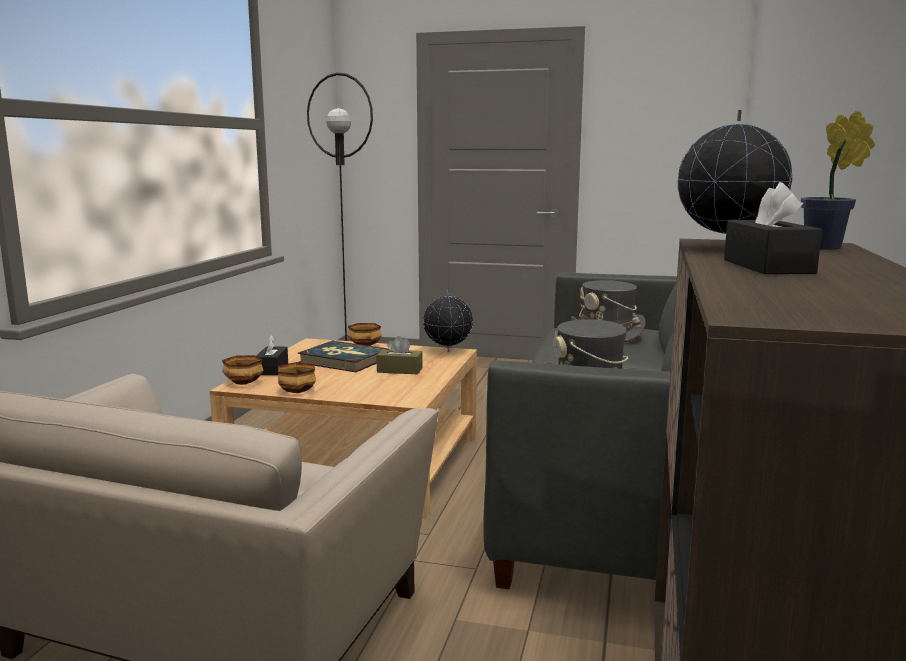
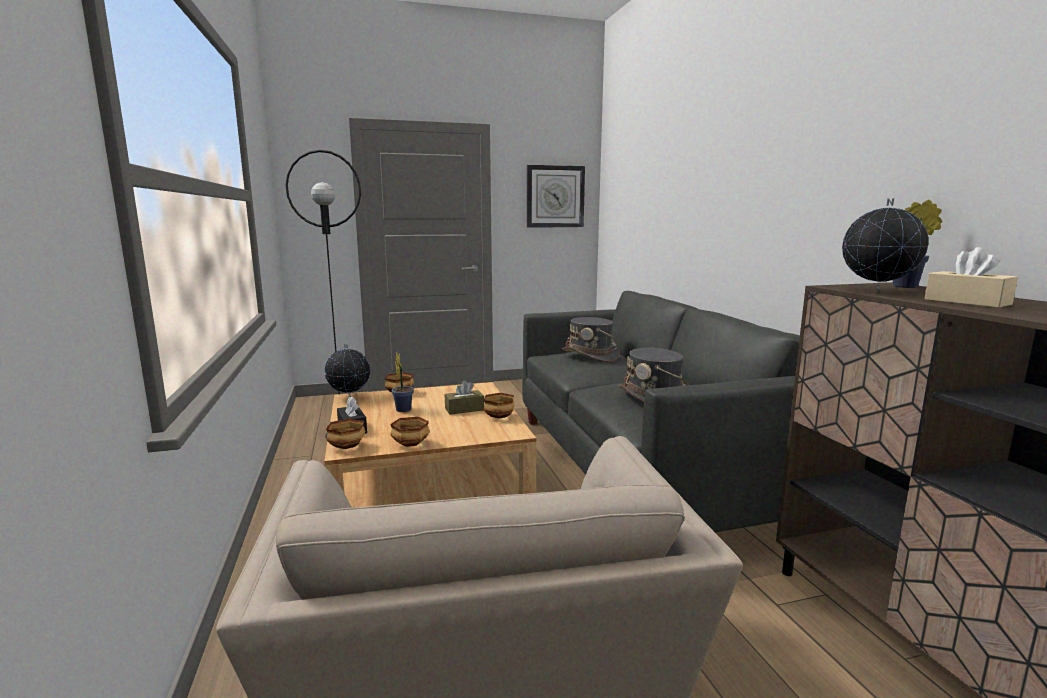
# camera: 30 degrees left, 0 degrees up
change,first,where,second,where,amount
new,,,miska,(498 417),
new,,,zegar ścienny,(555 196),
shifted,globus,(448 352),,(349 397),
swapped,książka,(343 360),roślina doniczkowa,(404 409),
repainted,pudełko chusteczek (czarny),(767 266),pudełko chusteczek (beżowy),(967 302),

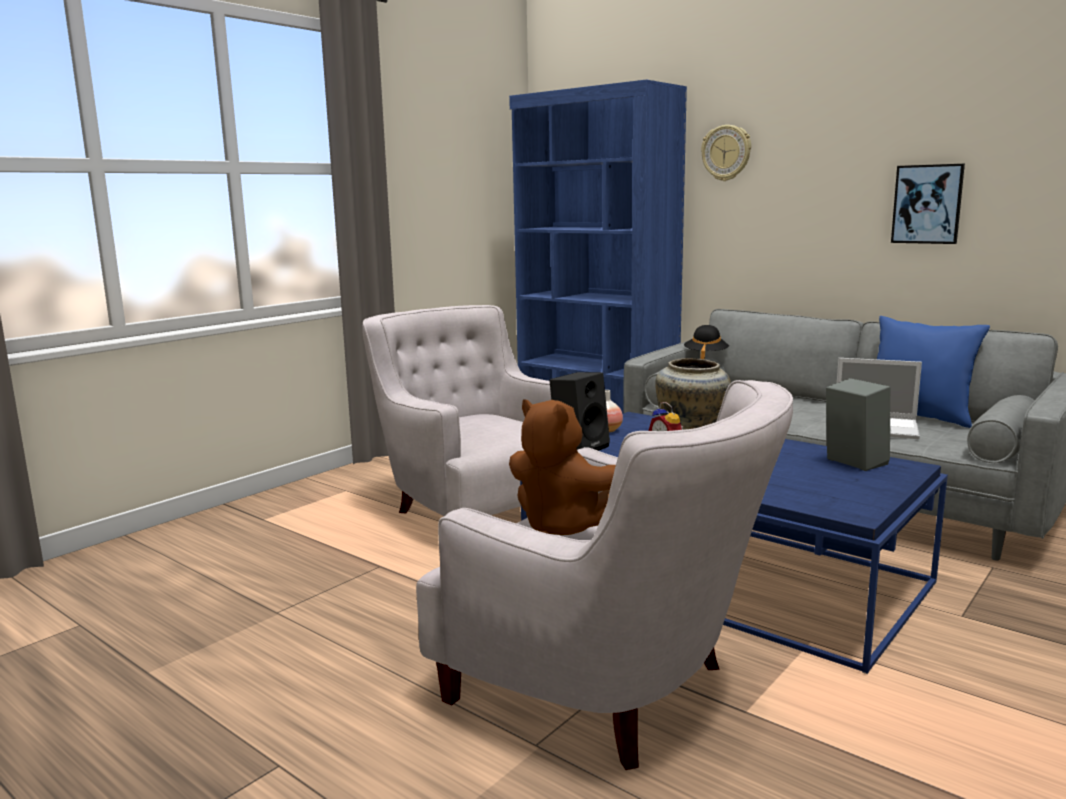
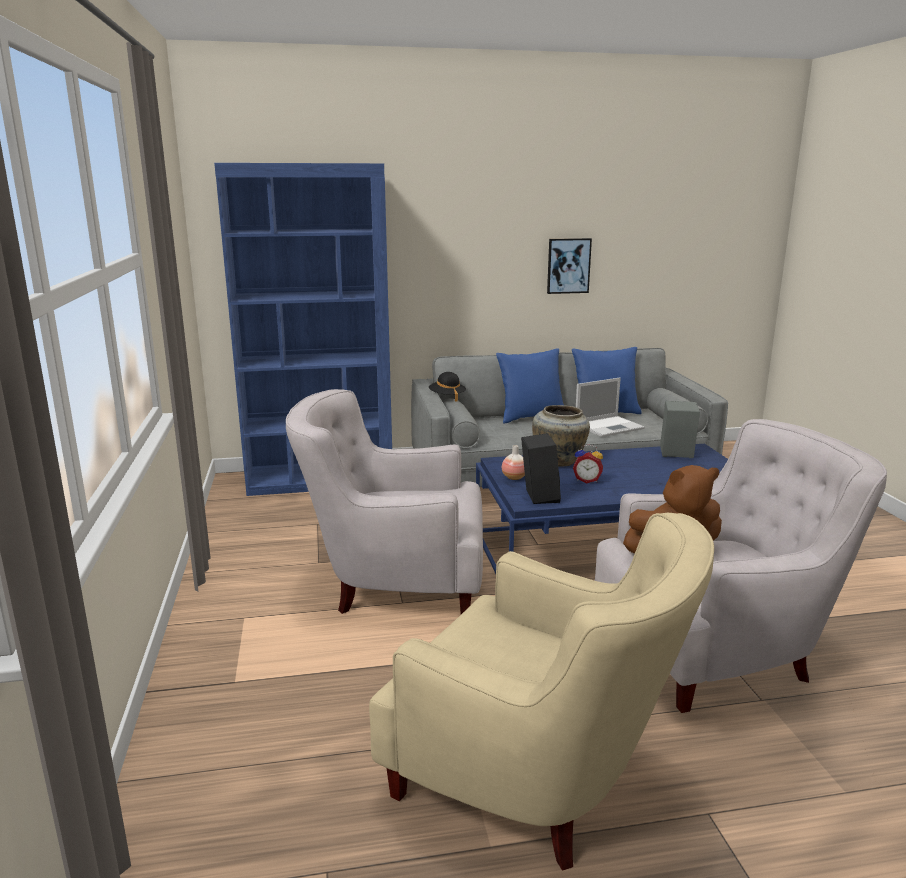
# camera: 50 degrees left, 5 degrees up
change,first,where,second,where,amount
gone,zegar ścienny,(726 153),,,
new,,,fotel (beżowy),(537 777),
new,,,poduszka (niebieski),(531 417),

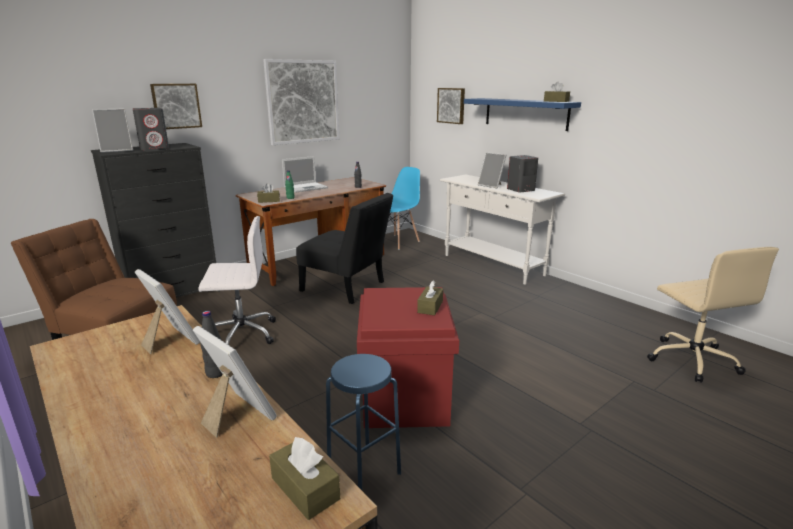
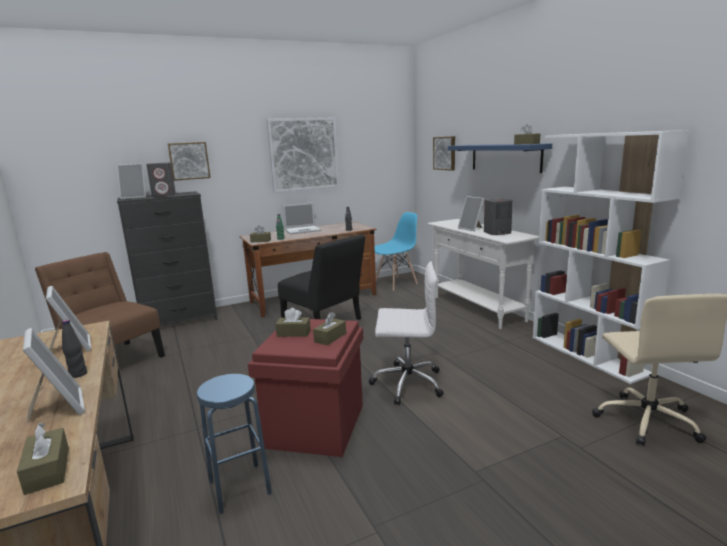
# camera: 15 degrees right, 5 degrees down
change,first,where,second,where,amount
new,,,pudełko chusteczek (brązowy),(293 333),
new,,,regał (biały),(588 355),
shifted,krzesło biurowe (biały),(241 334),,(406 383),

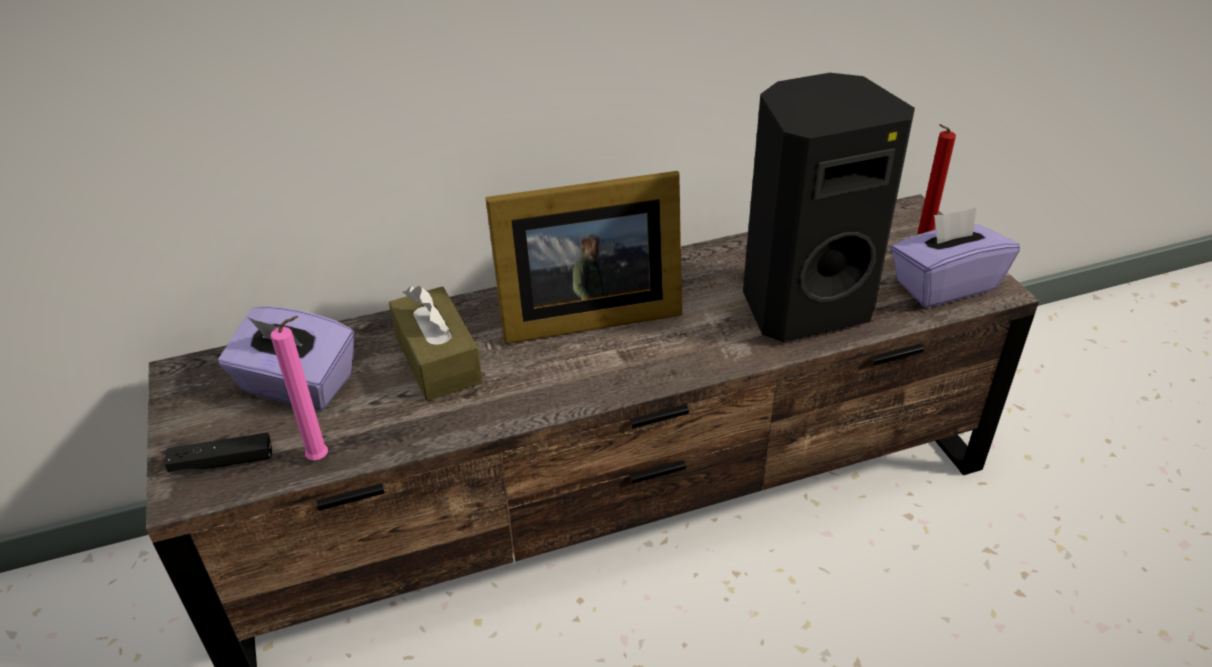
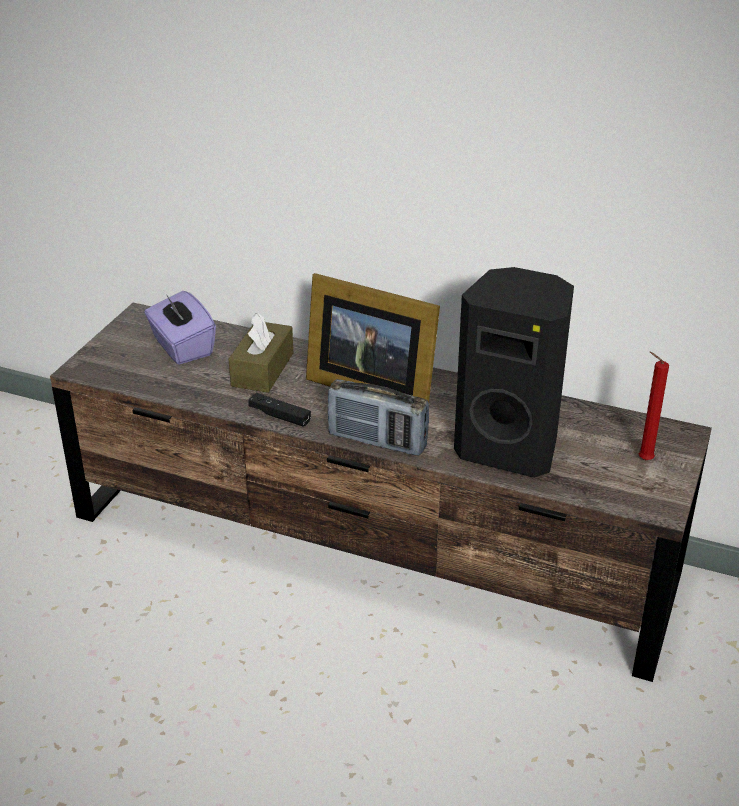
# camera: 40 degrees right, 5 degrees down
change,first,where,second,where,amount
gone,świeca (różowy),(322 458),,,
gone,pudełko chusteczek (fioletowy),(944 285),,,
new,,,radio,(377 441),
shifted,pad do gier (czarny),(222 462),,(279 416),

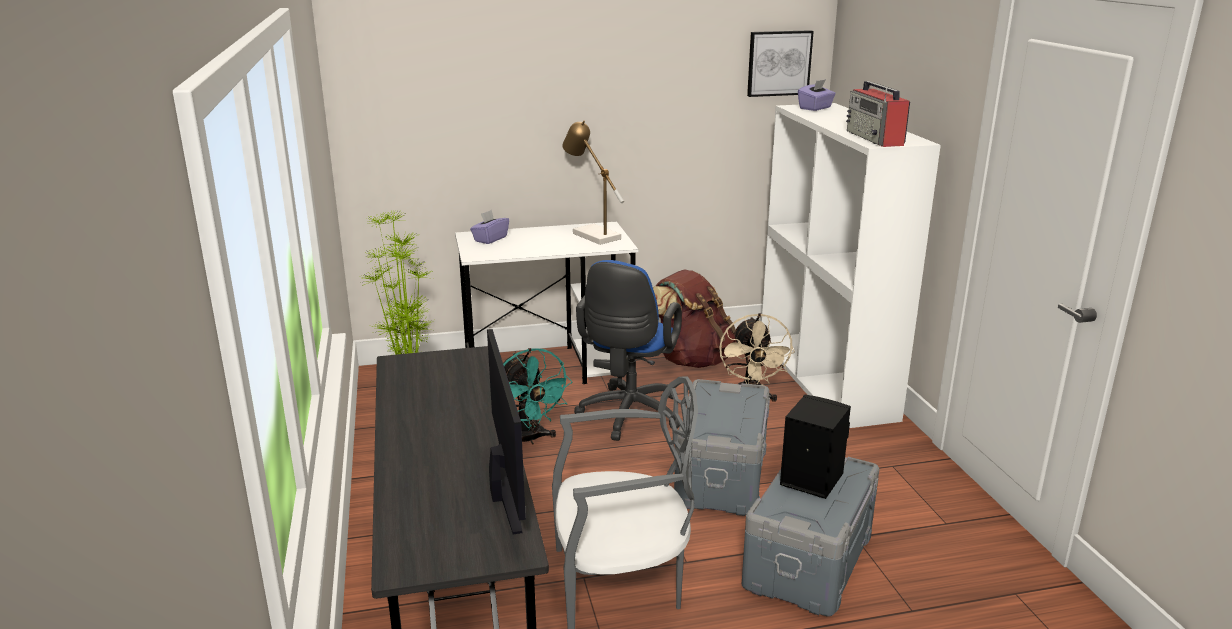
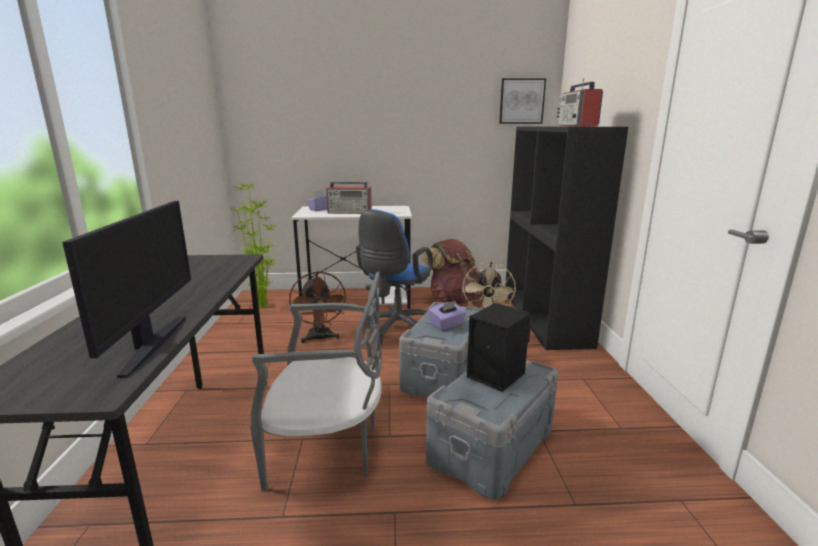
# camera: 10 degrees right, 5 degrees down
change,first,where,second,where,amount
gone,lampa stołowa,(591 235),,,
new,,,radio,(350 212),
shifted,pudełko chusteczek (fioletowy),(815 108),,(447 325),
repainted,wentylator (turkusowy),(529 440),wentylator (brązowy),(320 339),
repainted,regał (biały),(826 378),regał (czarny),(545 317),

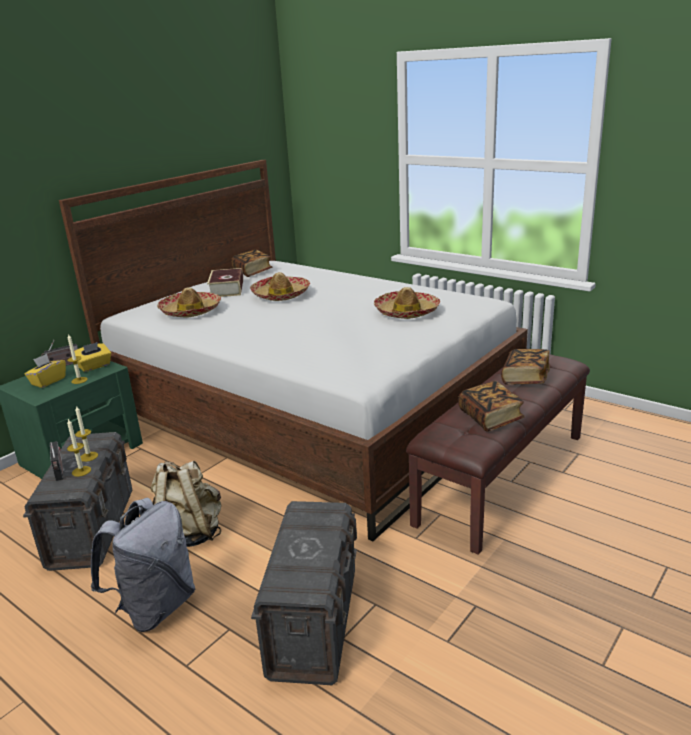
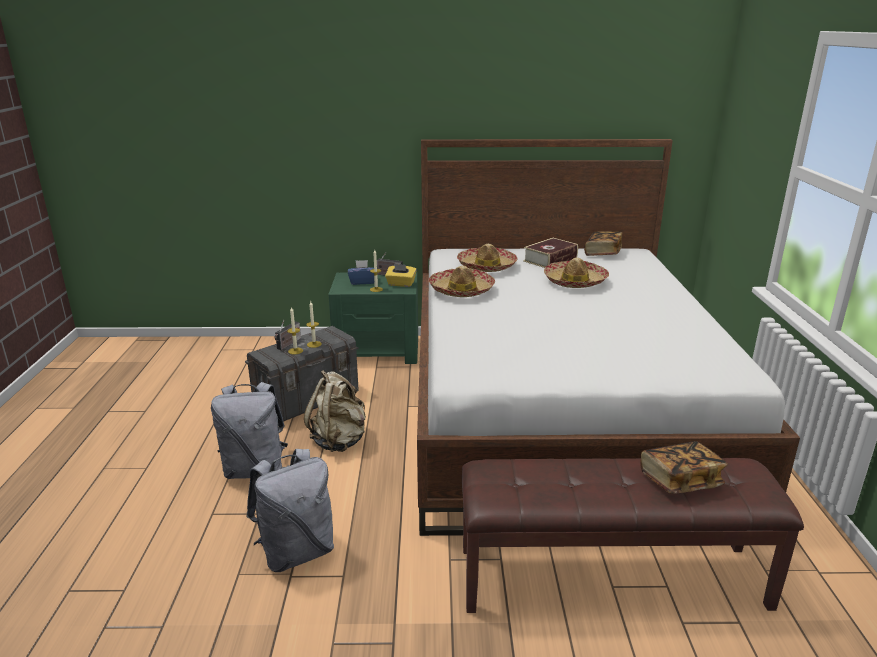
# camera: 50 degrees right, 0 degrees up
change,first,where,second,where,amount
gone,książka,(490 418),,,
shifted,kapelusz,(407 312),,(461 290),
swapped,pojemnik do przechowywania (szary),(314 622),plecak (szary),(296 552),
repainted,pudełko chusteczek (żółty),(48 381),pudełko chusteczek (niebieski),(362 282),

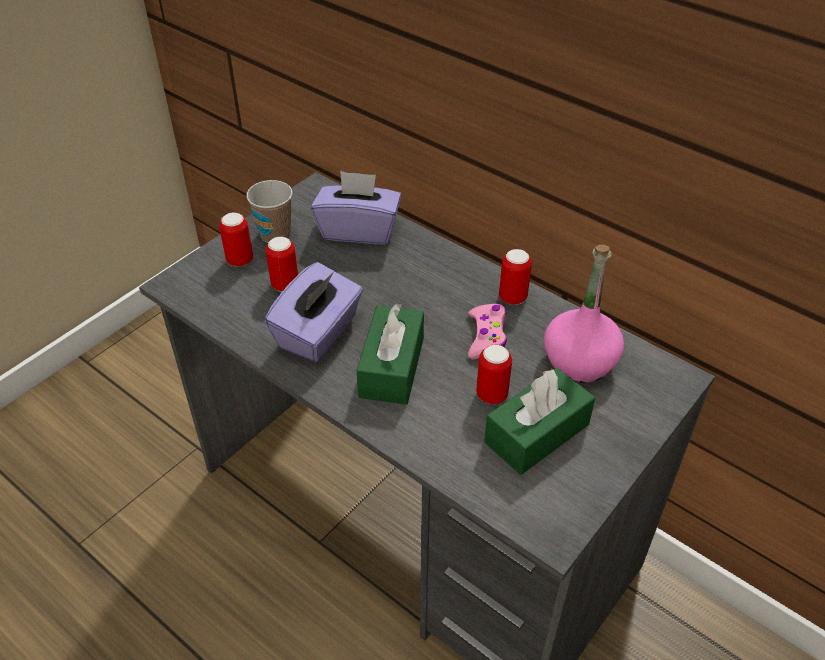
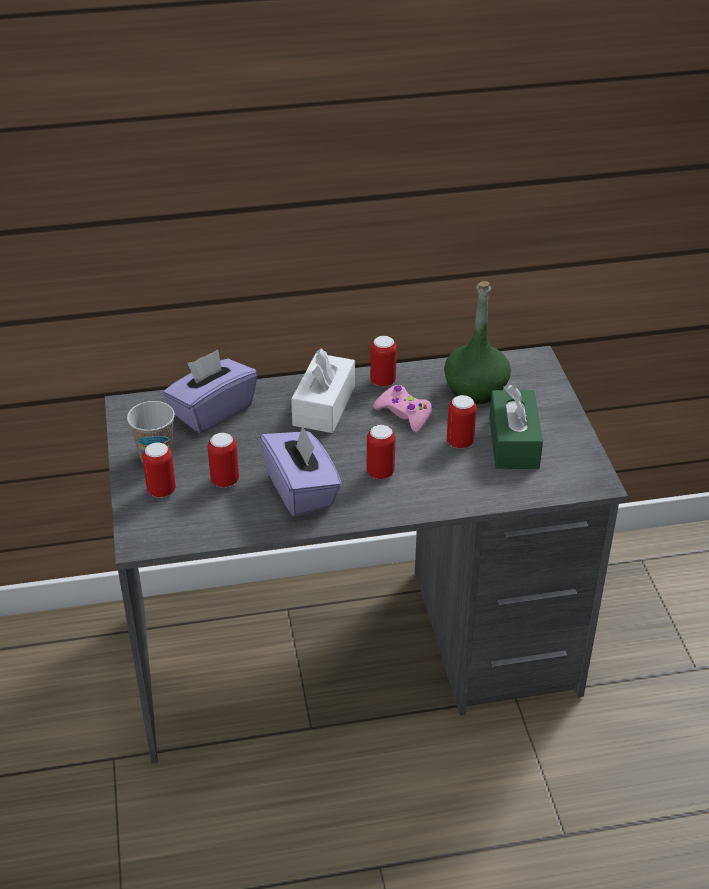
# camera: 50 degrees left, 5 degrees down
change,first,where,second,where,amount
new,,,pudełko chusteczek (biały),(324 406),
swapped,pudełko chusteczek (zielony),(392 367),puszka,(380 473),
repainted,butelka (różowy),(579 361),butelka (zielony),(475 389),

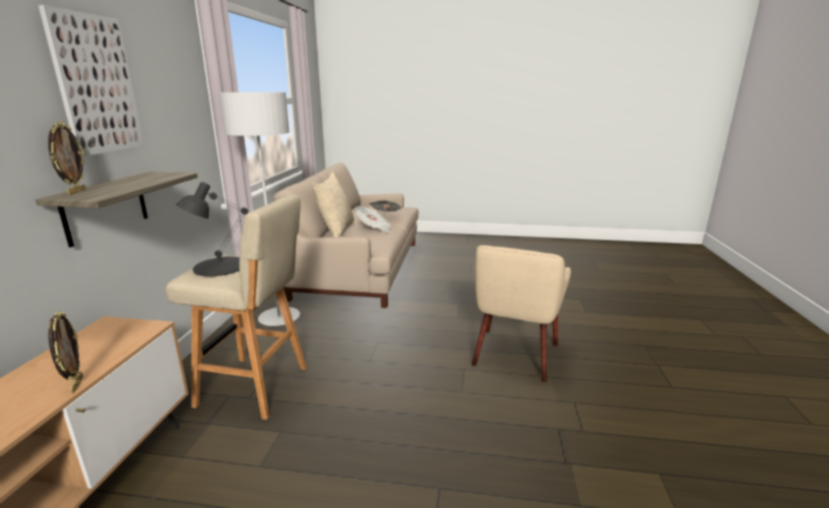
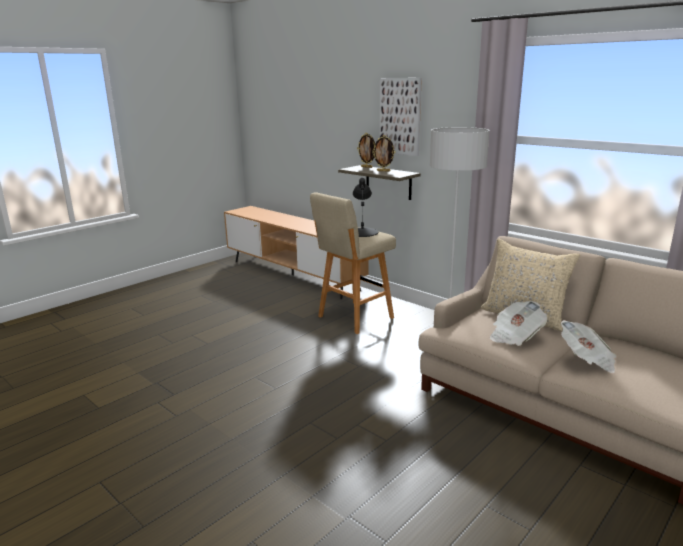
# camera: 125 degrees right, 0 degrees up
change,first,where,second,where,amount
gone,fotel (beżowy),(514 354),,,
shifted,ramka na zdjęcie,(76 384),,(383 171),

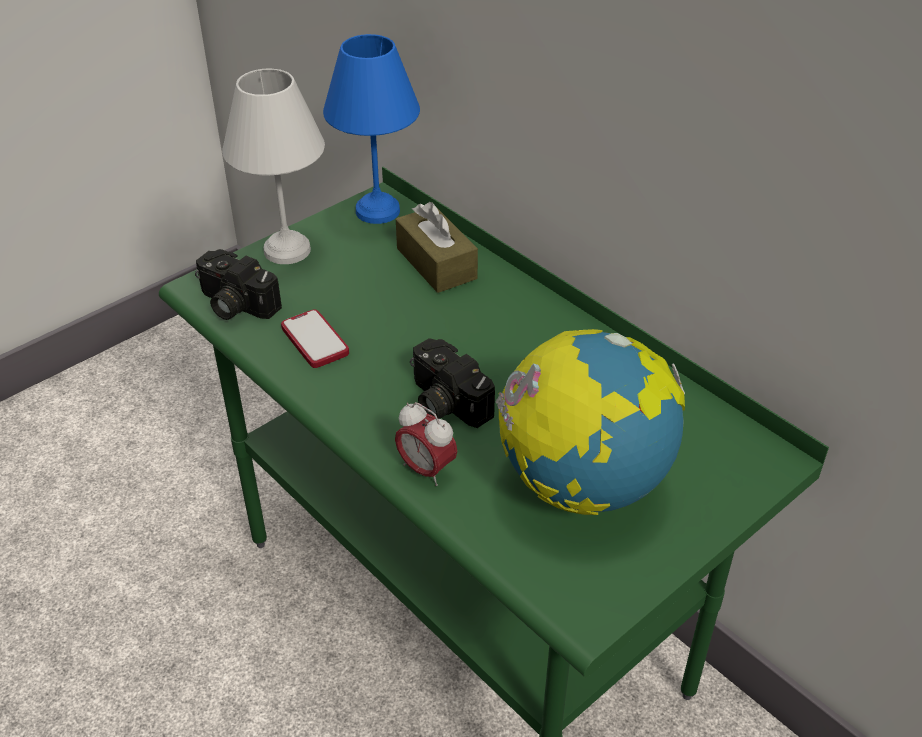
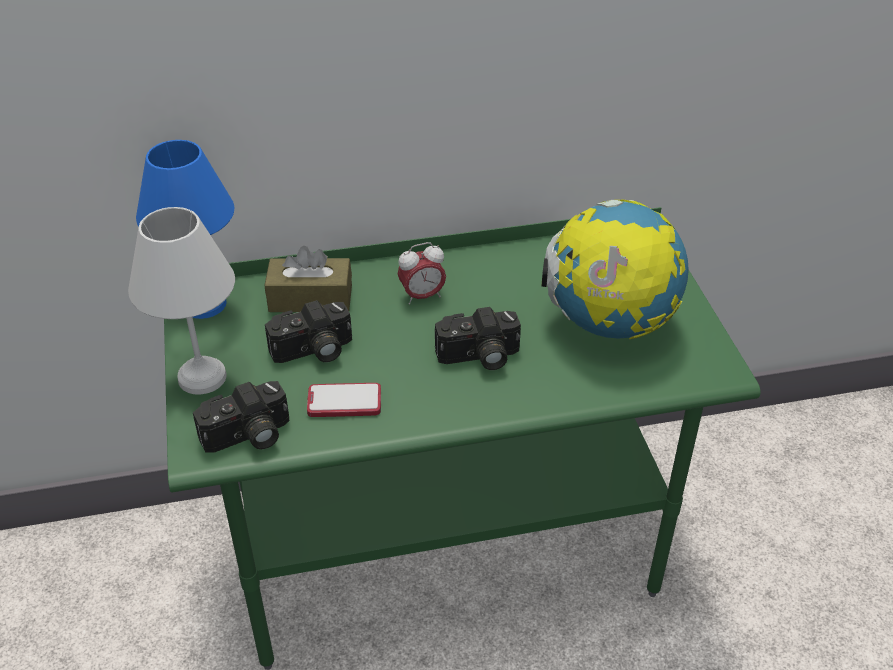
# camera: 60 degrees left, 0 degrees up
change,first,where,second,where,amount
new,,,aparat fotograficzny,(313 351),
shifted,budzik,(426 470),,(422 296),

